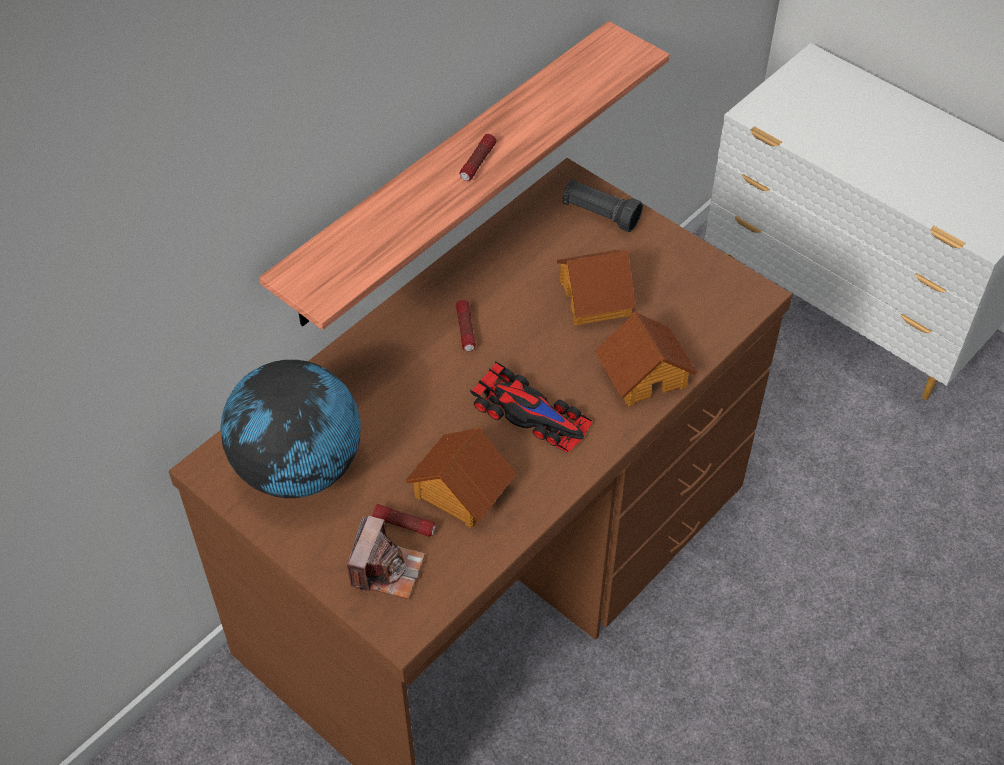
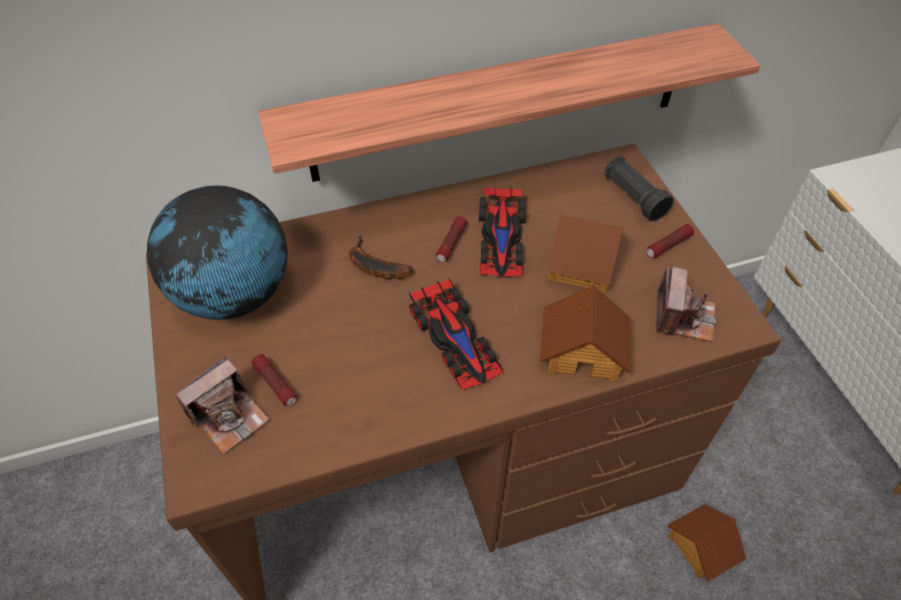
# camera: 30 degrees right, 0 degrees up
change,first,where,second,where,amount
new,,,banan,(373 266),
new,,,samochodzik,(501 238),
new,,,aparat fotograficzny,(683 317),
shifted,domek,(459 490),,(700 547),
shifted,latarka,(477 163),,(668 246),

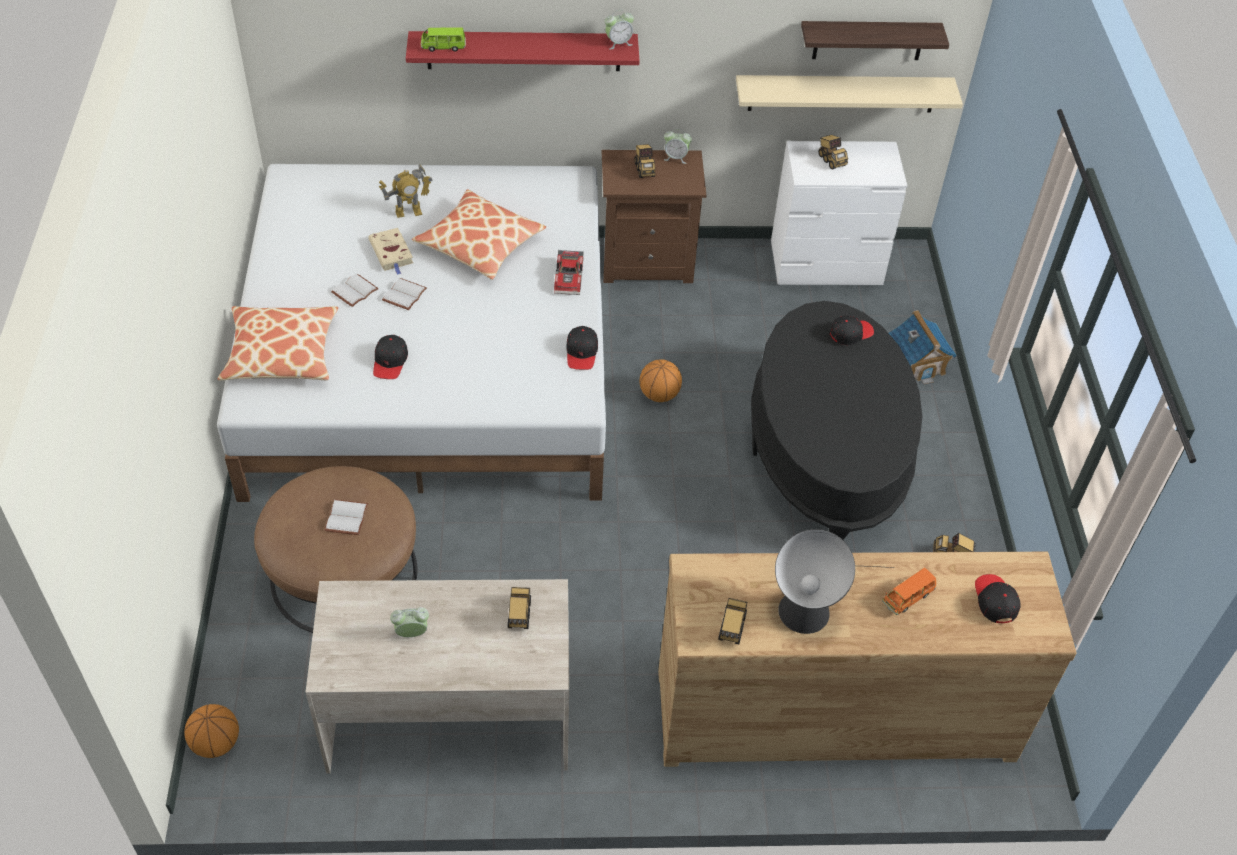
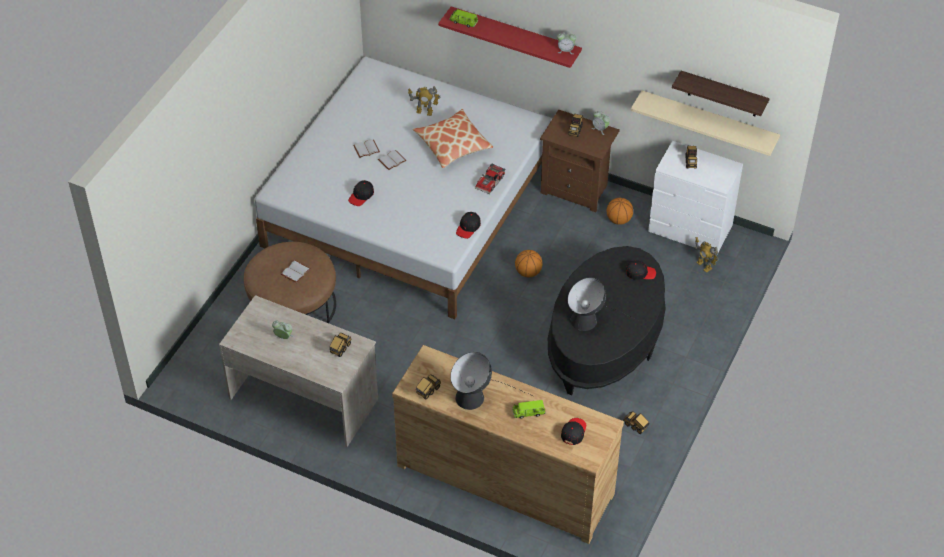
# camera: 30 degrees right, 0 degrees up
change,first,where,second,where,amount
gone,poduszka,(281 353),,,
gone,książka (beżowy),(392 253),,,
gone,domek,(916 363),,,
new,,,lampa stołowa,(588 319),
new,,,robot zabawkowy,(704 265),
shifted,piłka do koszykówki,(216 743),,(619 220),
repainted,samochodzik (pomarańczowy),(907 598),samochodzik (zielony),(528 413),

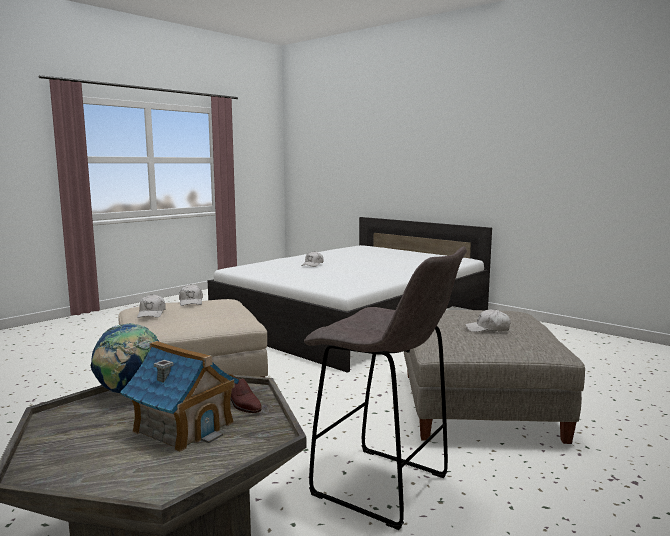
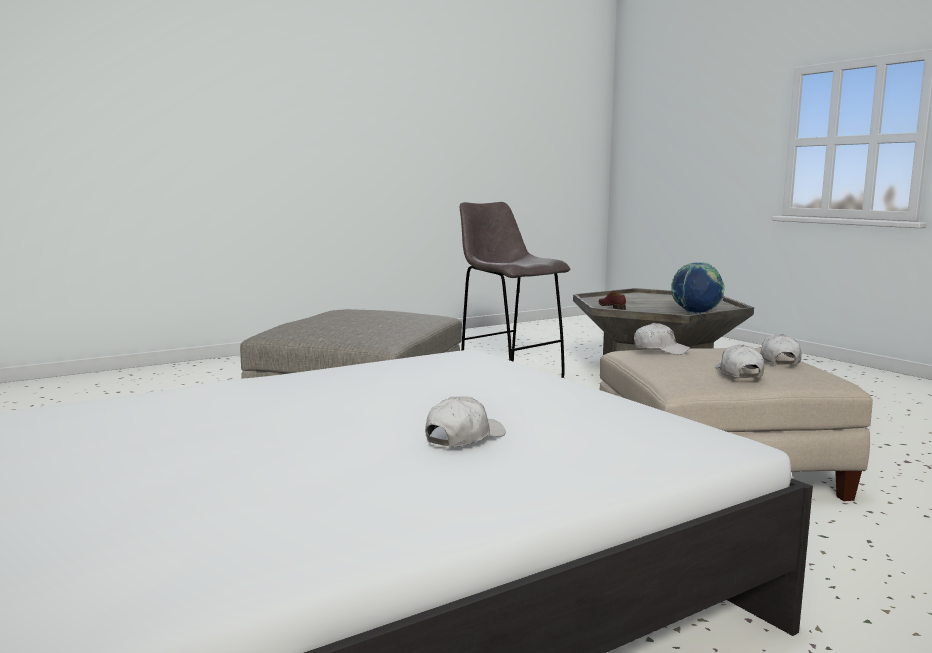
# camera: 165 degrees left, 0 degrees up
change,first,where,second,where,amount
gone,domek,(183 427),,,
shifted,czapka z daszkiem (biały),(488 329),,(660 349),

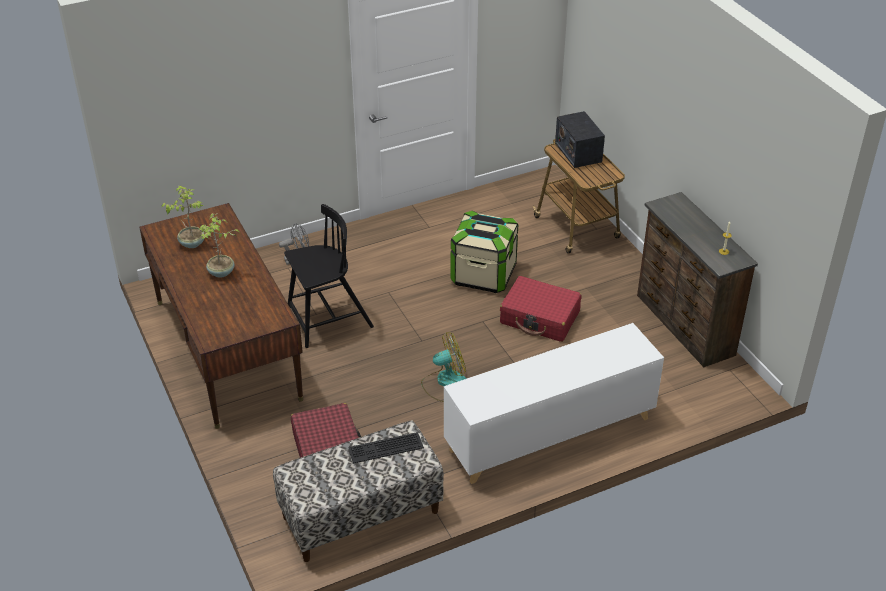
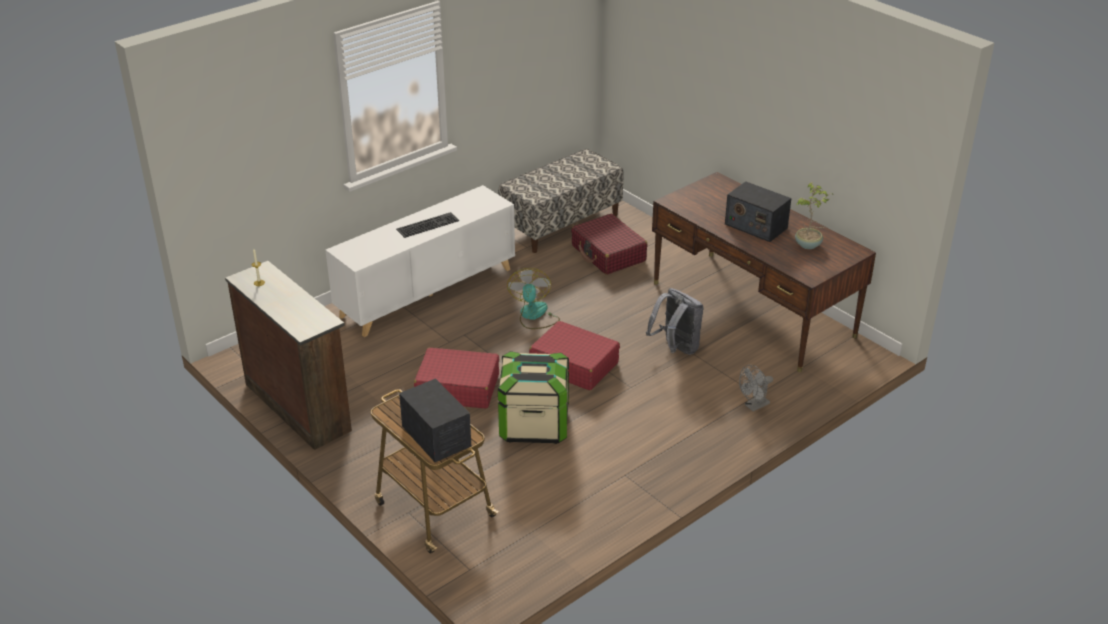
# camera: 165 degrees right, 5 degrees down
change,first,where,second,where,amount
new,,,walizka (czerwony),(574 365),
shifted,klawiatura,(385 449),,(427 224),
swapped,roślina doniczkowa,(221 273),radio,(755 226),
swapped,krzesło (czarny),(328 321),plecak (szary),(675 348),
rotated,wentylator,(445 382),,(534 315),120 degrees clockwise

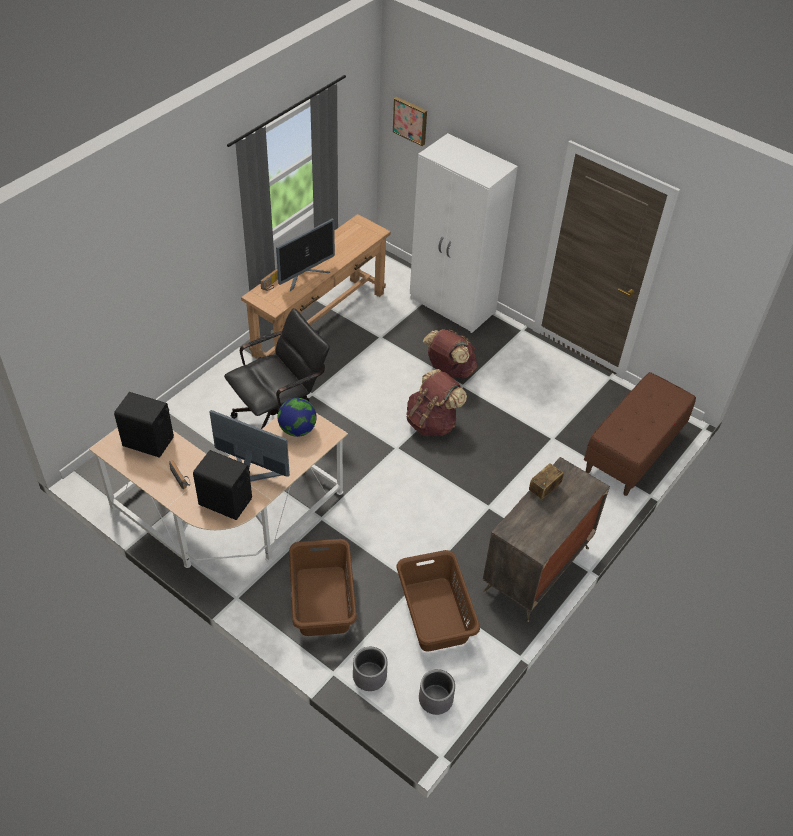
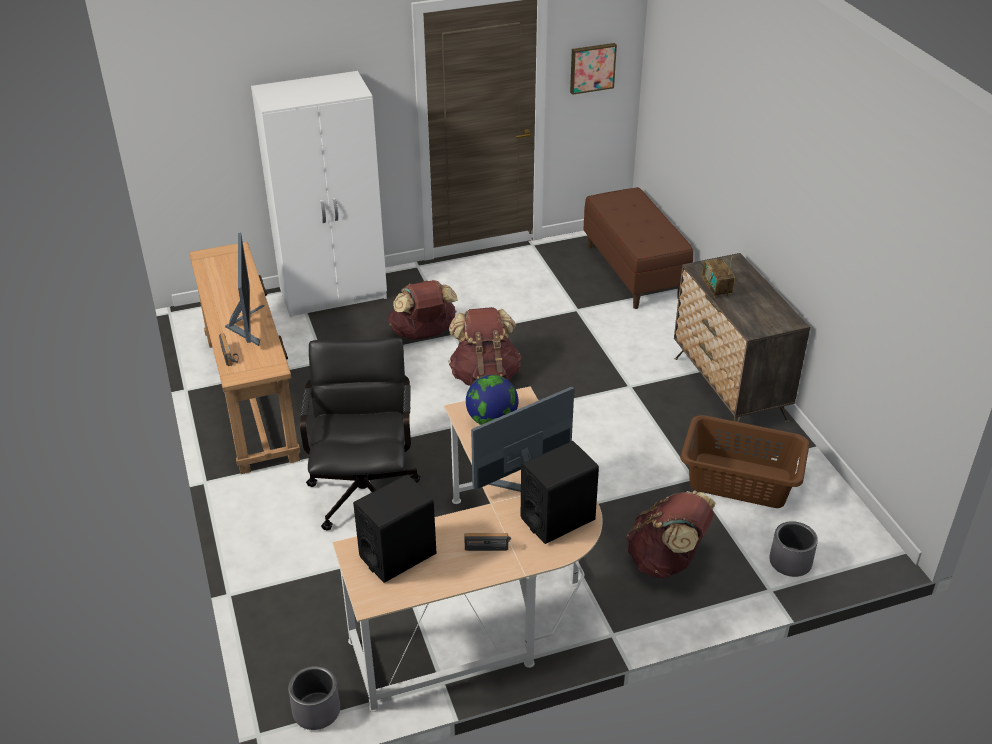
# camera: 55 degrees left, 10 degrees down
change,first,where,second,where,amount
shifted,obraz,(411 120),,(592 67),
shifted,donica (szary),(435 699),,(316 711),
swapped,kosz na pranie (brązowy),(322 601),plecak (brązowy),(666 561),

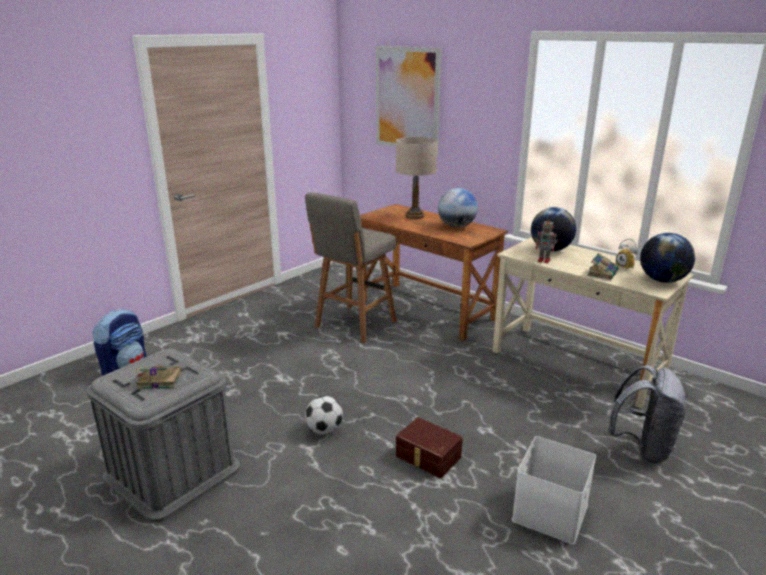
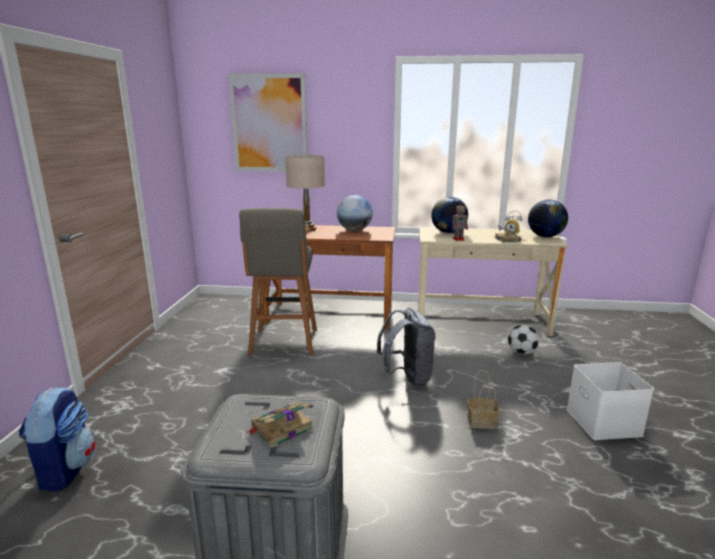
# camera: 35 degrees left, 5 degrees down
change,first,where,second,where,amount
shifted,piłka futbolowa,(324 430),,(522 352),
shifted,plecak (szary),(642 448),,(407 378),
swapped,pojemnik do przechowywania (brązowy),(427 457),koszyk,(482 422),

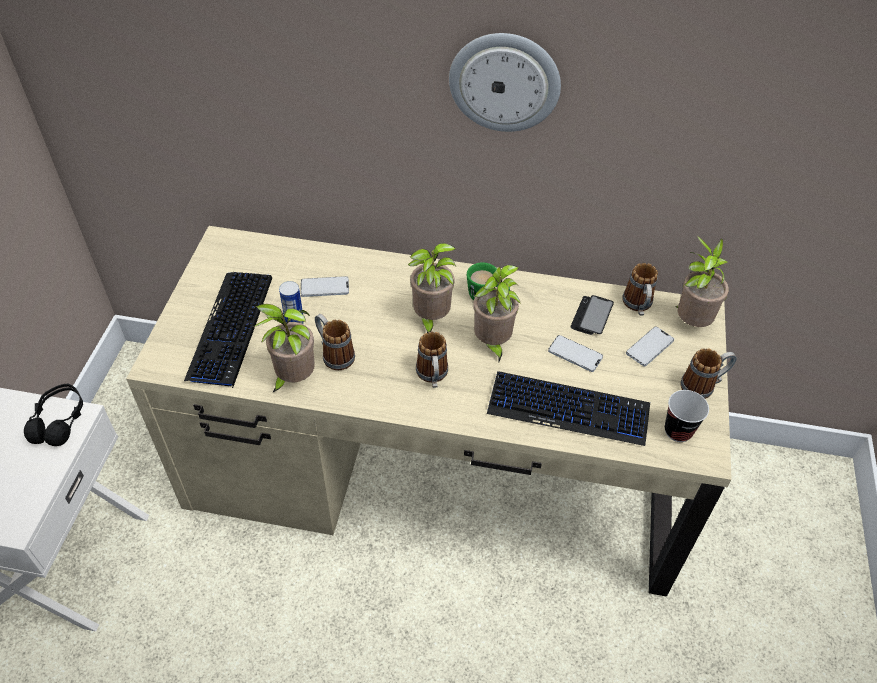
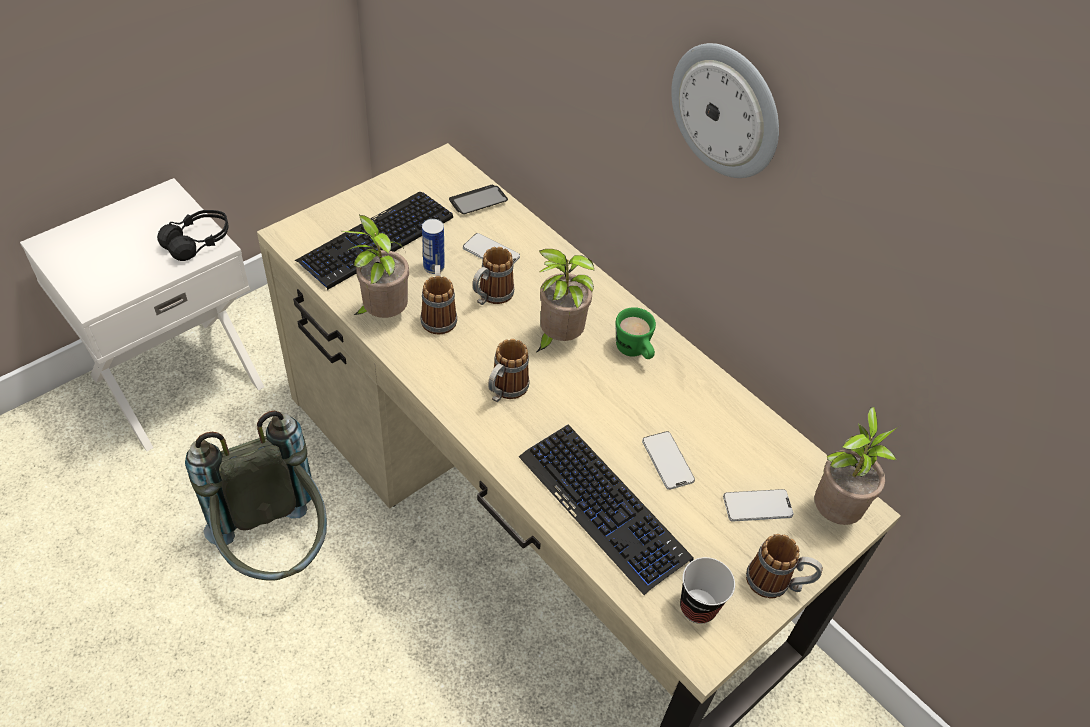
# camera: 35 degrees right, 0 degrees up
change,first,where,second,where,amount
gone,roślina doniczkowa,(492 344),,,
new,,,plecak (szary),(277 551),
shifted,telefon,(591 316),,(478 201),
shifted,kubek,(638 306),,(491 297),

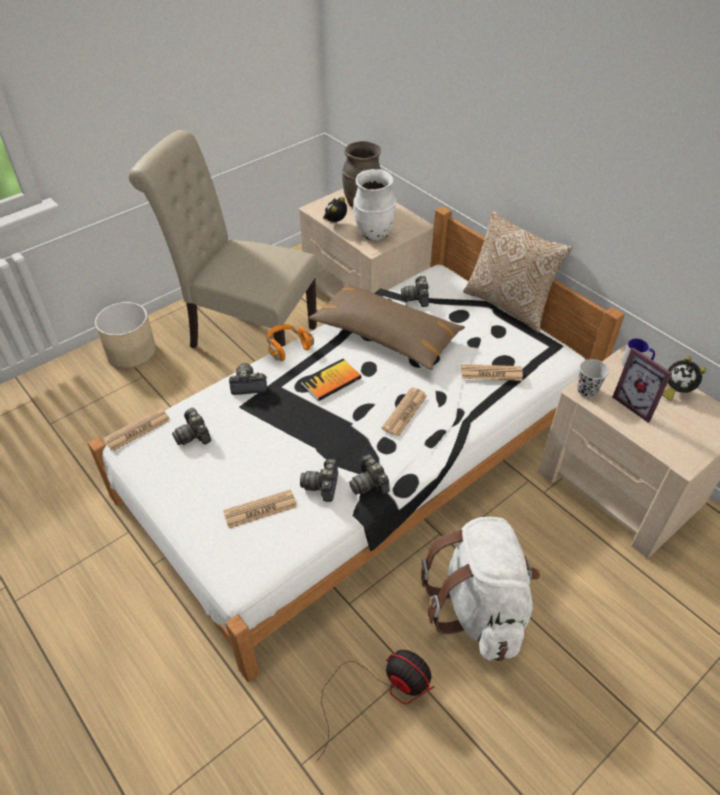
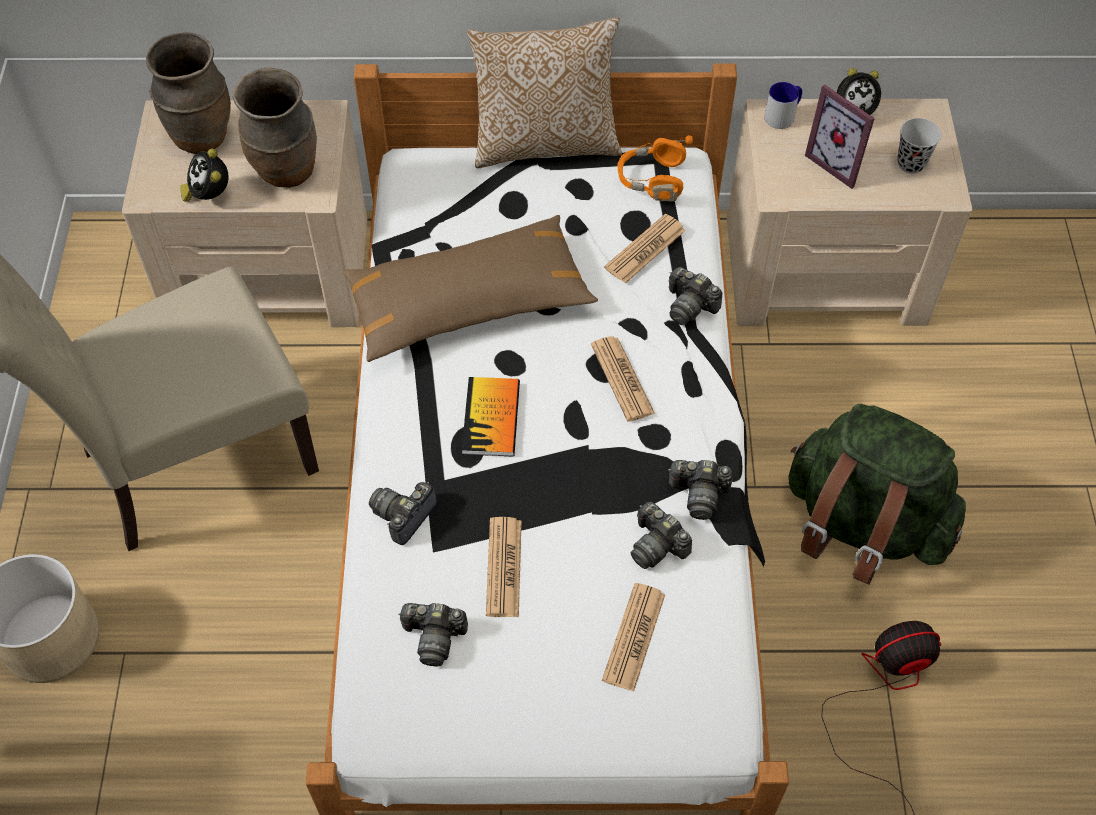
# camera: 50 degrees left, 10 degrees up
change,first,where,second,where,amount
shifted,gazeta,(137 430),,(504 567),
shifted,słuchawki (pomarańczowy),(287 347),,(652 180),
shifted,aparat fotograficzny,(416 298),,(689 306),
shifted,filiżanka (czarny),(587 390),,(911 163),
repainted,wazon (biały),(374 234),wazon (brązowy),(287 172),
repainted,plecak (biały),(479 609),plecak (zielony),(861 525),
rotated,ramka na zdjęcie,(637 404),,(839 163),45 degrees clockwise

